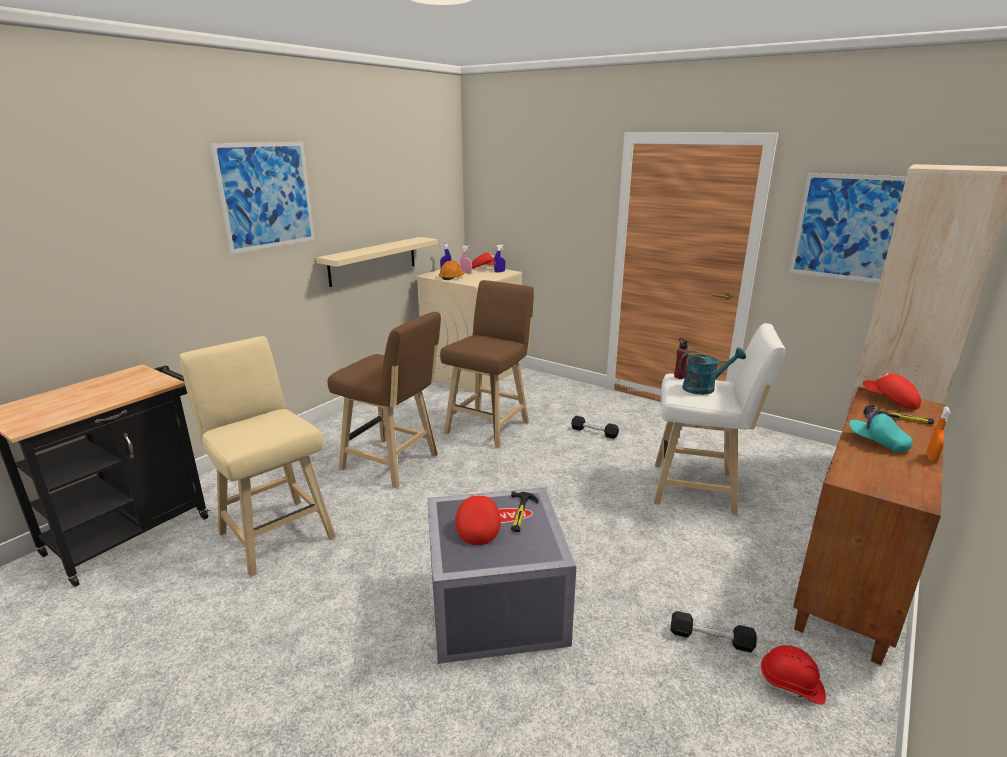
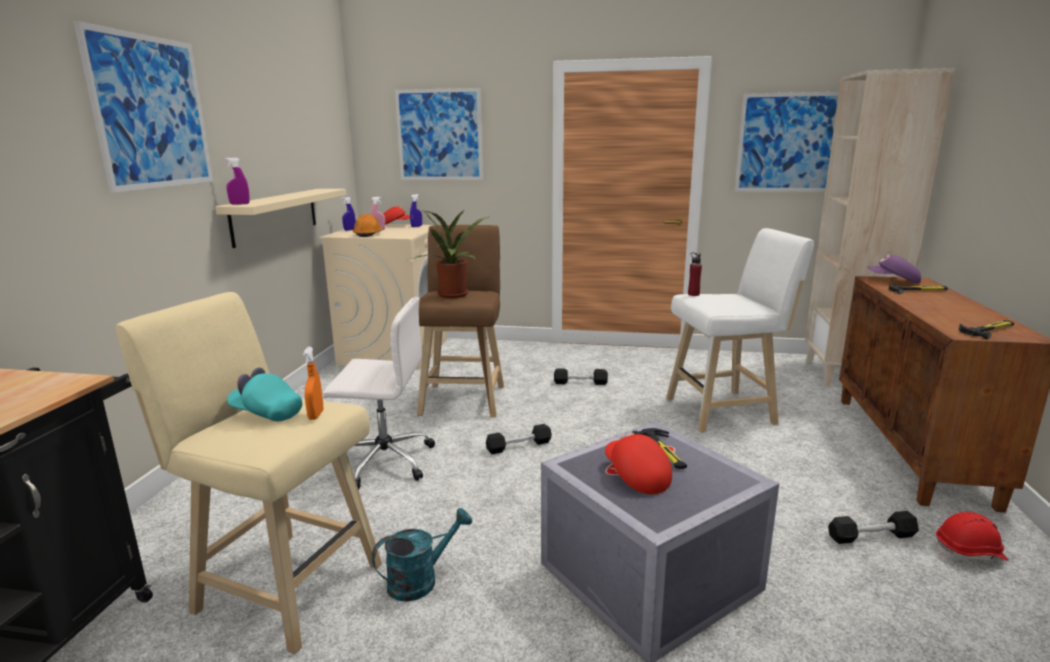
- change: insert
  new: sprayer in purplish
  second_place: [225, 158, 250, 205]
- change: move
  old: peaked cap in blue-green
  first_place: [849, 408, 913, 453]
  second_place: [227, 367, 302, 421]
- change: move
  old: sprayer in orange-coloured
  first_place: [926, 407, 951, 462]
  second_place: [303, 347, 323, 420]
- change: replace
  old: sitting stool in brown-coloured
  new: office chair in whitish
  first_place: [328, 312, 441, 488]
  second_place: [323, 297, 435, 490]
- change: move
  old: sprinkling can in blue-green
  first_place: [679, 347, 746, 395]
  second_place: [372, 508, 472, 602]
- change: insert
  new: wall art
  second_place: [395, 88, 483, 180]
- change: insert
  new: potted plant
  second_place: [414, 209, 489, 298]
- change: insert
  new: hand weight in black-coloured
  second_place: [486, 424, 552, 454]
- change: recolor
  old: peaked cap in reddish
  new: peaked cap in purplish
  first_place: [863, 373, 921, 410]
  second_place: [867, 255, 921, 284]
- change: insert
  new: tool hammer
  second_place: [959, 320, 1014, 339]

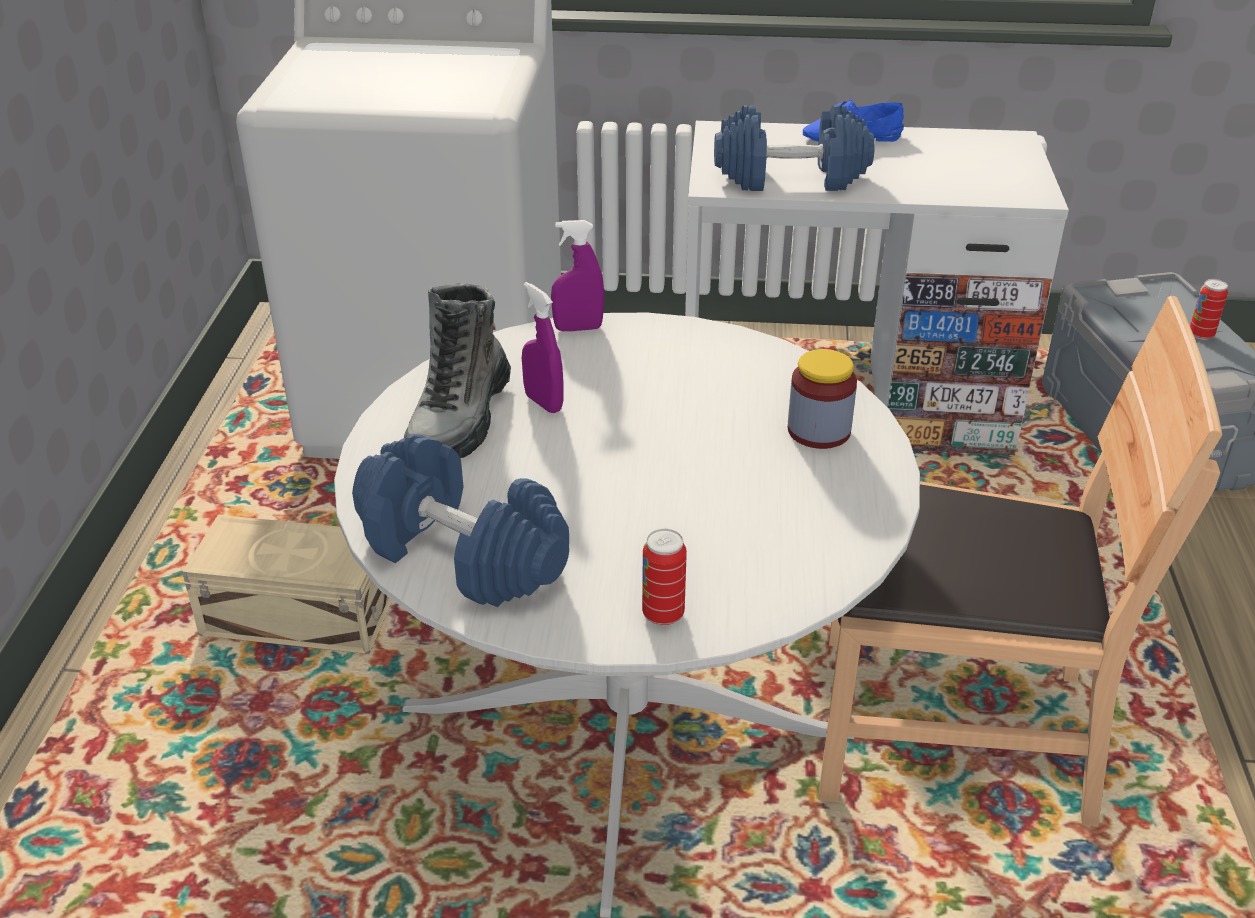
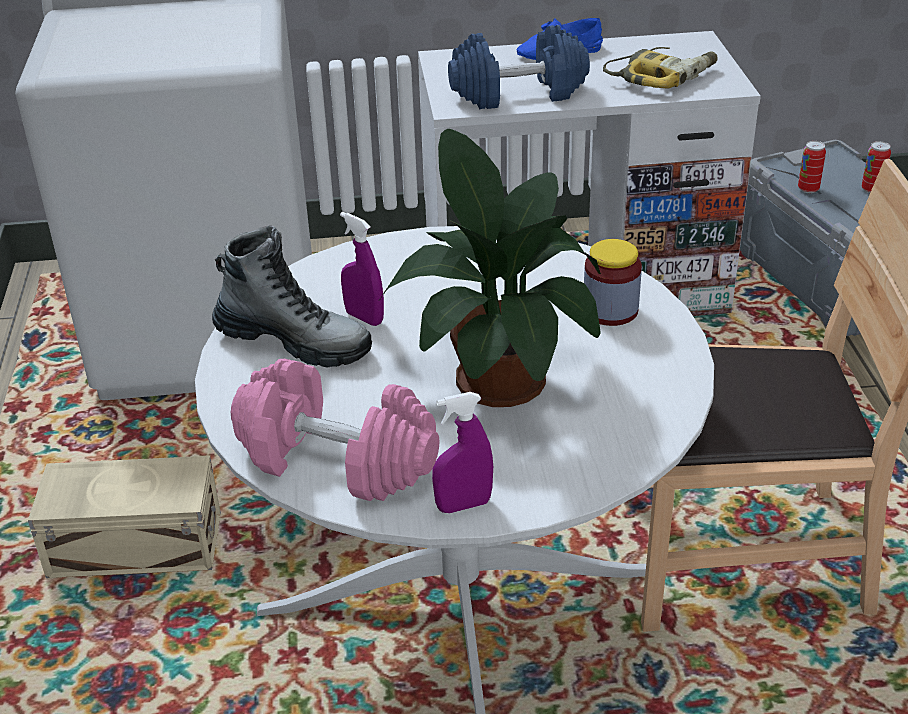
- change: rotate
  old: high-top boot
  first_place: [404, 283, 511, 458]
  second_place: [212, 225, 372, 368]
  degrees: -75
- change: recolor
  old: hand weight in blue
  new: hand weight in pink-coloured
  first_place: [352, 434, 569, 607]
  second_place: [231, 359, 440, 501]
- change: insert
  new: potted plant
  second_place: [380, 129, 601, 407]
- change: move
  old: sprayer in purplish
  first_place: [551, 220, 604, 332]
  second_place: [432, 392, 493, 513]
- change: insert
  new: drill
  second_place: [603, 47, 718, 88]
- change: move
  old: metal can
  first_place: [642, 529, 687, 625]
  second_place: [798, 141, 826, 193]

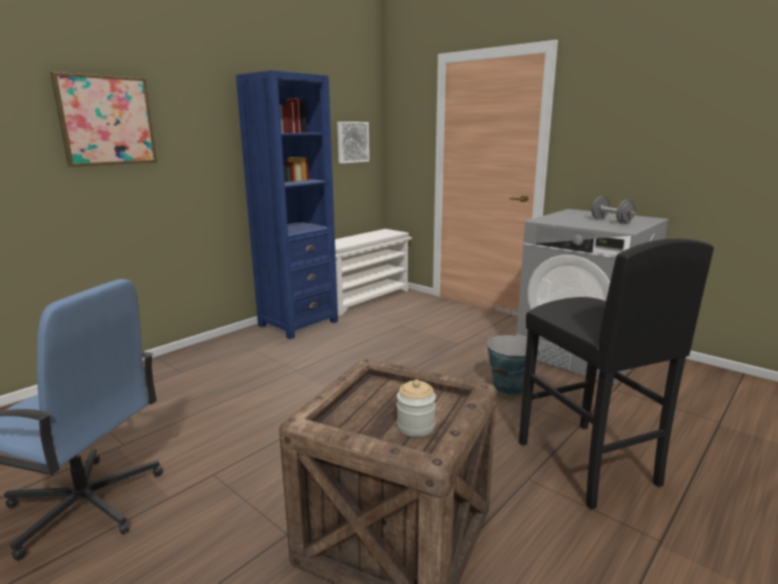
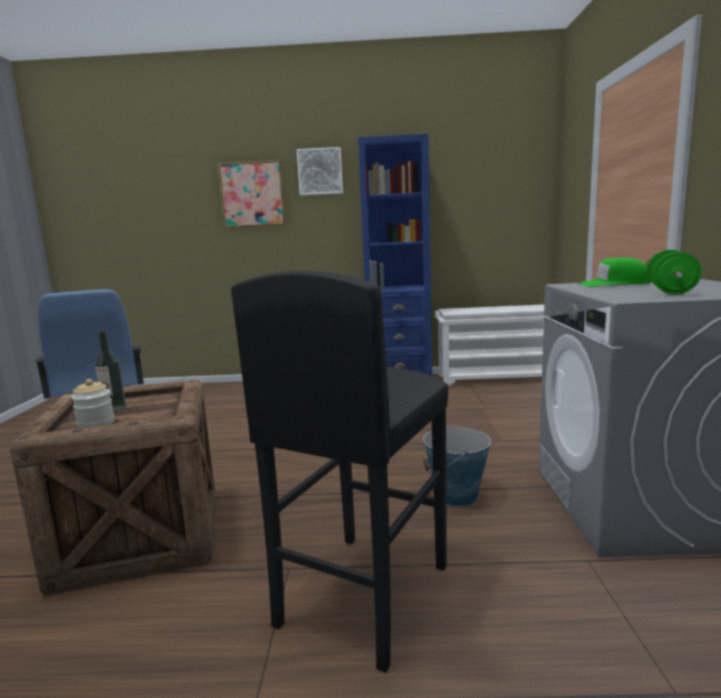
- change: insert
  new: bottle
  second_place: [95, 331, 126, 412]
- change: move
  old: wall art
  first_place: [337, 122, 369, 163]
  second_place: [297, 147, 343, 195]
- change: insert
  new: peaked cap in green-coloured
  second_place: [579, 257, 650, 287]
- change: recolor
  old: hand weight in grey
  new: hand weight in green-coloured
  first_place: [592, 196, 636, 224]
  second_place: [646, 250, 702, 294]

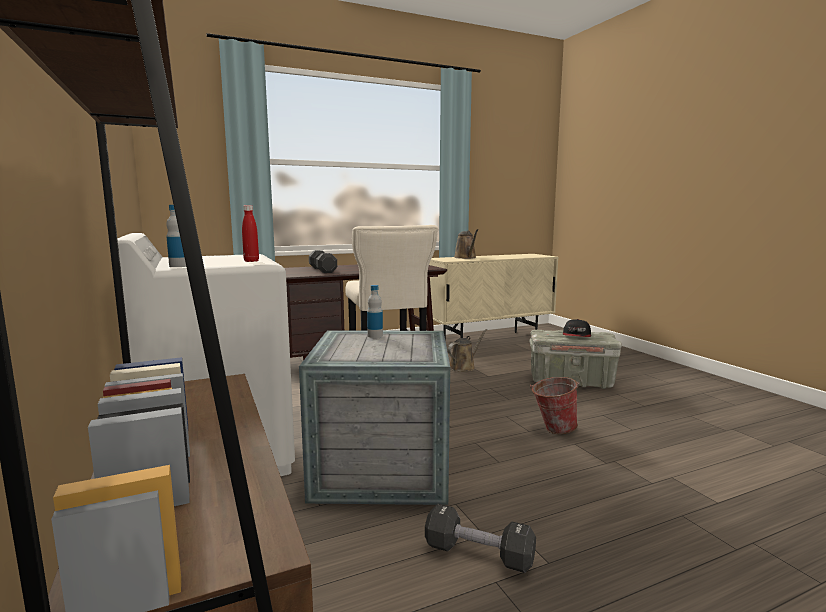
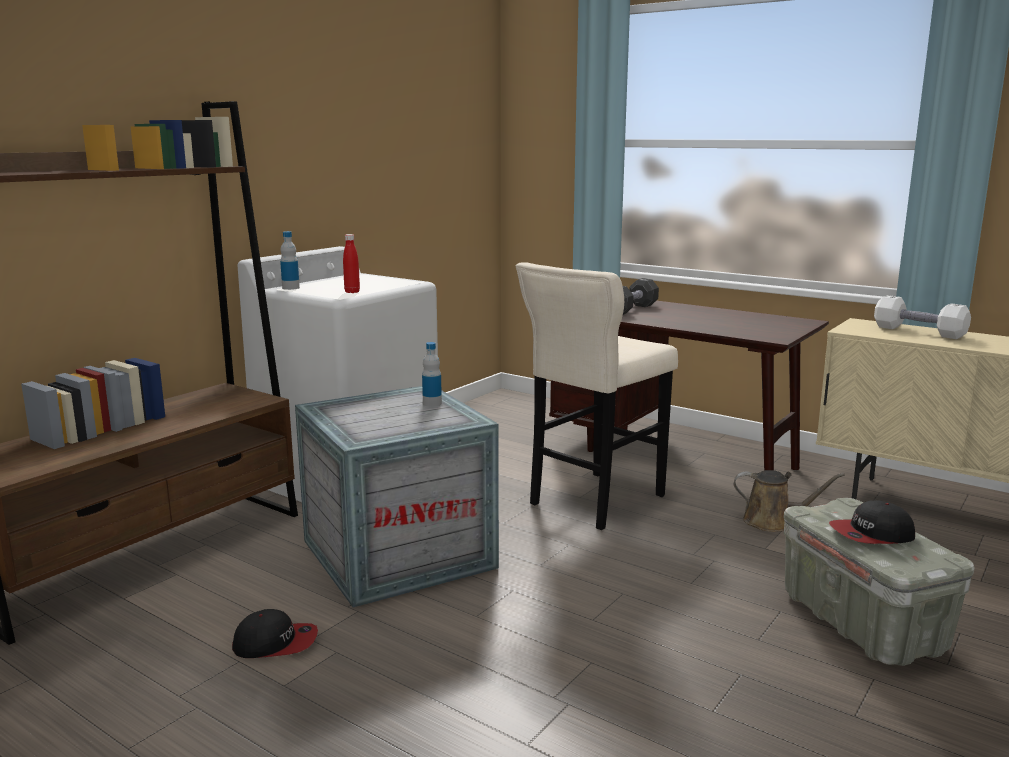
- change: replace
  old: hand weight in black-coloured
  new: peaked cap
  first_place: [425, 504, 536, 573]
  second_place: [232, 609, 318, 658]
- change: replace
  old: sprinkling can in brown-coloured
  new: hand weight in whitish
  first_place: [454, 229, 478, 259]
  second_place: [874, 295, 971, 339]
- change: delete
  old: water bucket
  first_place: [530, 377, 580, 434]

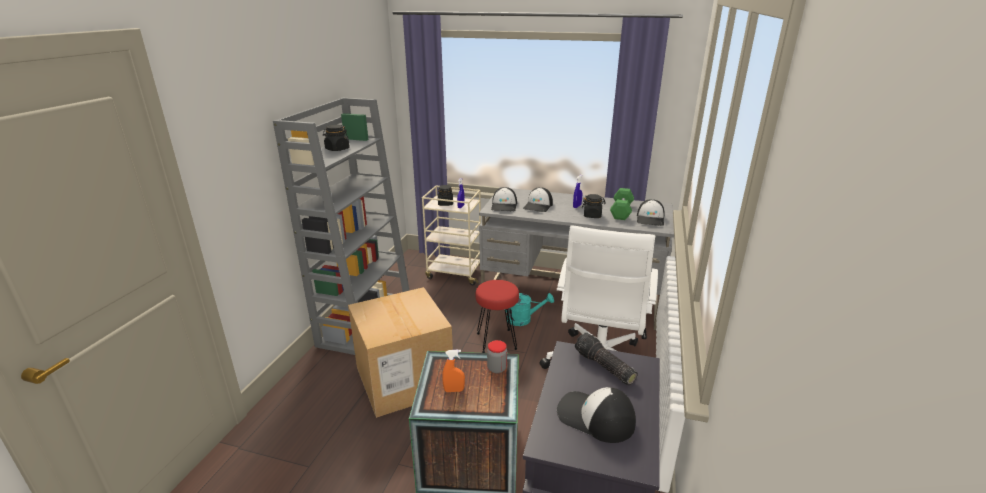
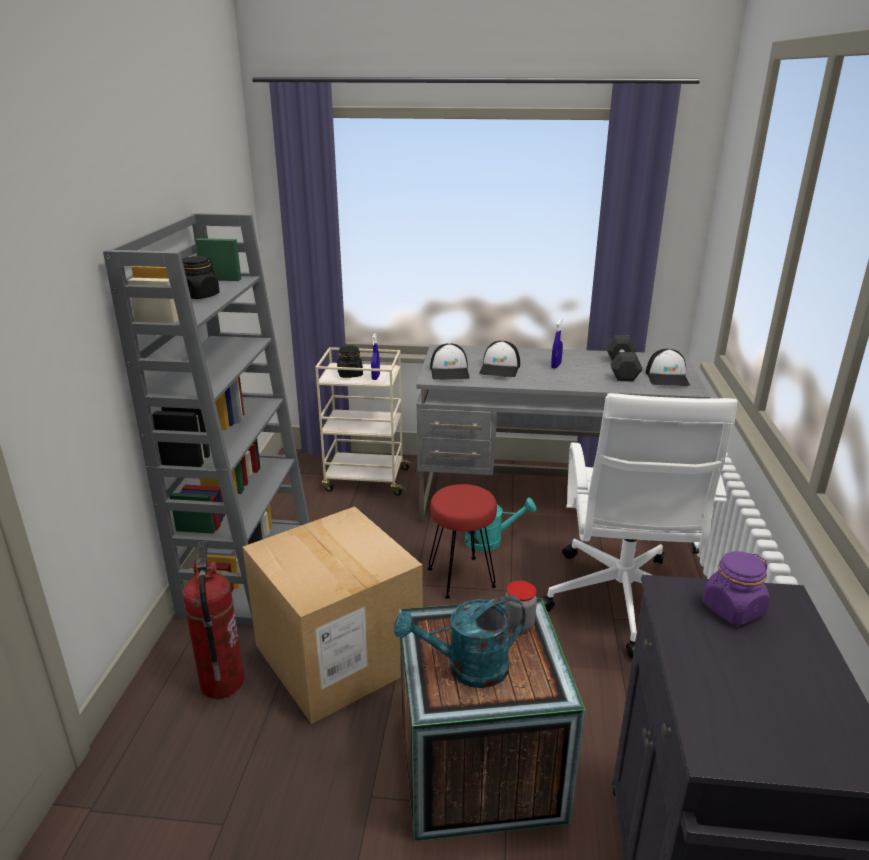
- change: insert
  new: extinguisher
  second_place: [183, 541, 245, 699]
- change: replace
  old: sprayer in orange-coloured
  new: sprinkling can in blue-green
  first_place: [442, 350, 465, 392]
  second_place: [394, 596, 526, 688]
- change: recolor
  old: hand weight in green-coloured
  new: hand weight in grey
  first_place: [610, 188, 634, 220]
  second_place: [606, 335, 643, 381]
- change: replace
  old: flashlight
  new: jar in purplish
  first_place: [575, 332, 638, 385]
  second_place: [703, 551, 770, 626]
- change: delete
  old: peaked cap
  first_place: [557, 387, 636, 443]
- change: delete
  old: jar in black-coloured
  first_place: [582, 194, 606, 218]

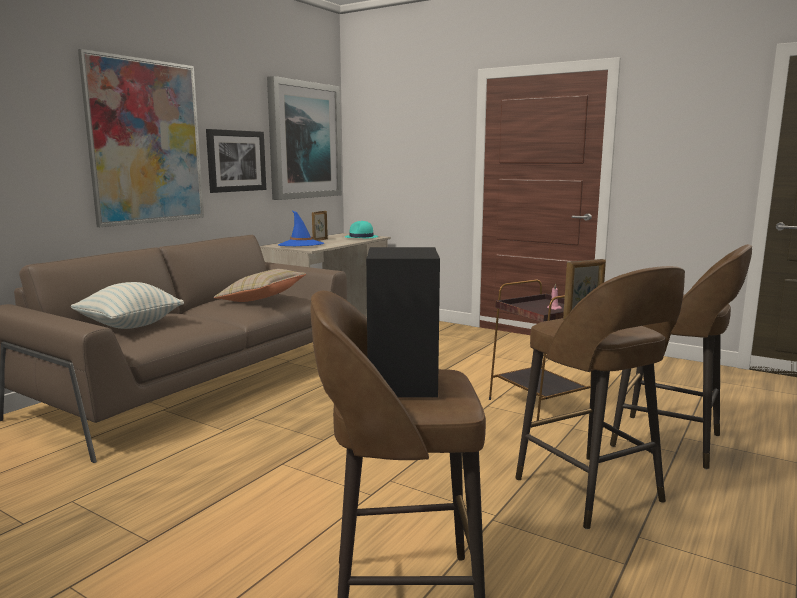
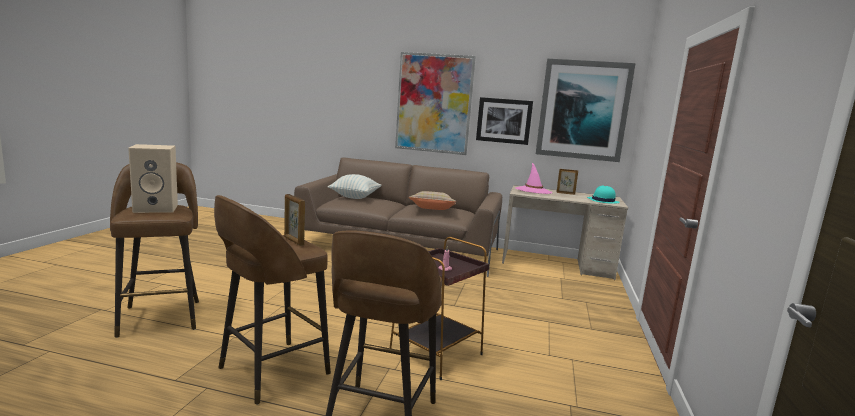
- change: recolor
  old: loudspeaker in black-coloured
  new: loudspeaker in beige-coloured
  first_place: [366, 247, 440, 398]
  second_place: [128, 144, 178, 213]
- change: recolor
  old: clothing hat in blue
  new: clothing hat in pink-coloured
  first_place: [278, 210, 324, 246]
  second_place: [515, 163, 552, 194]

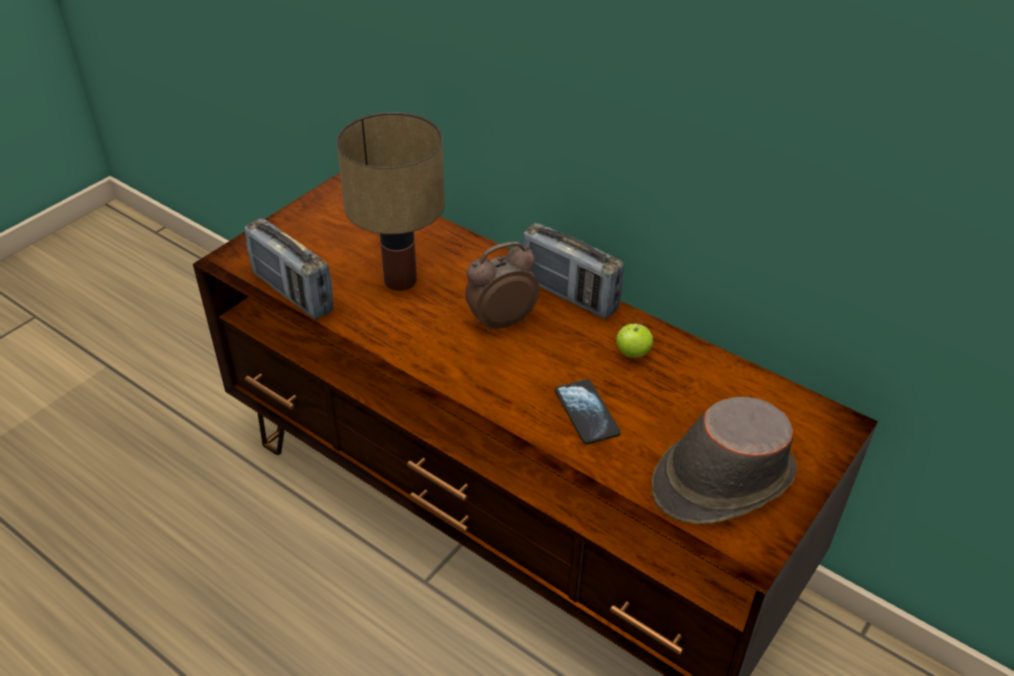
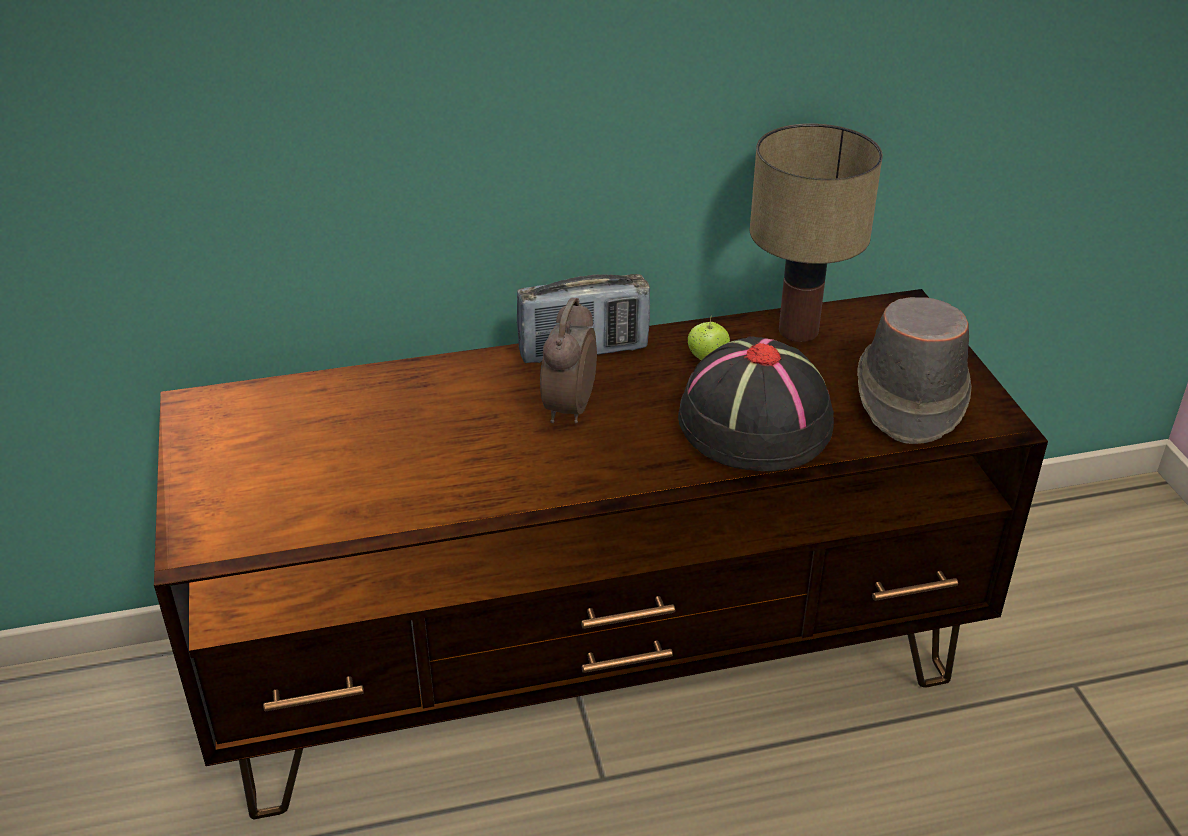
- change: replace
  old: telephone
  new: clothing hat in black-coloured
  first_place: [555, 379, 621, 444]
  second_place: [678, 336, 834, 471]
- change: move
  old: lamp for a table
  first_place: [336, 112, 445, 291]
  second_place: [750, 123, 883, 342]
- change: delete
  old: radio set
  first_place: [244, 218, 333, 319]

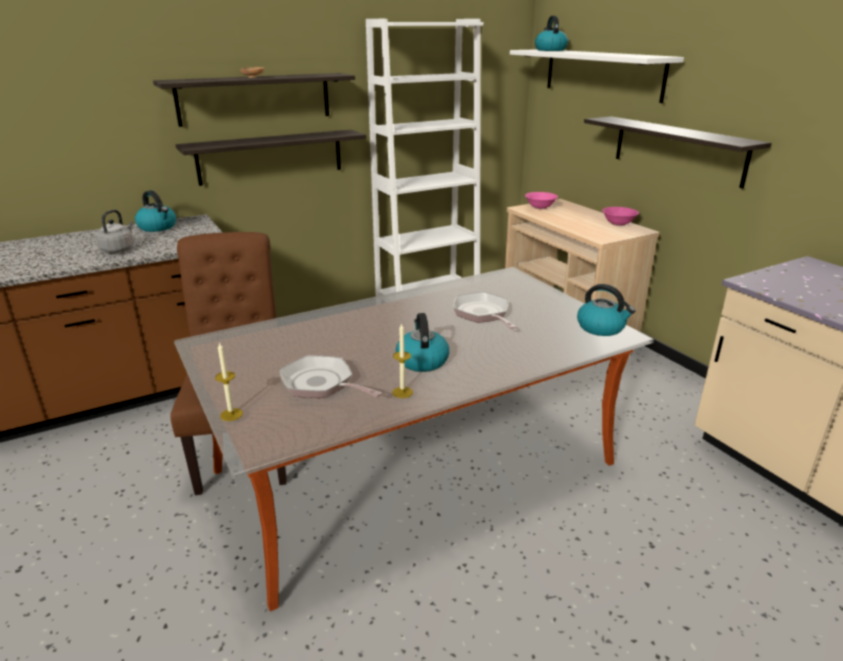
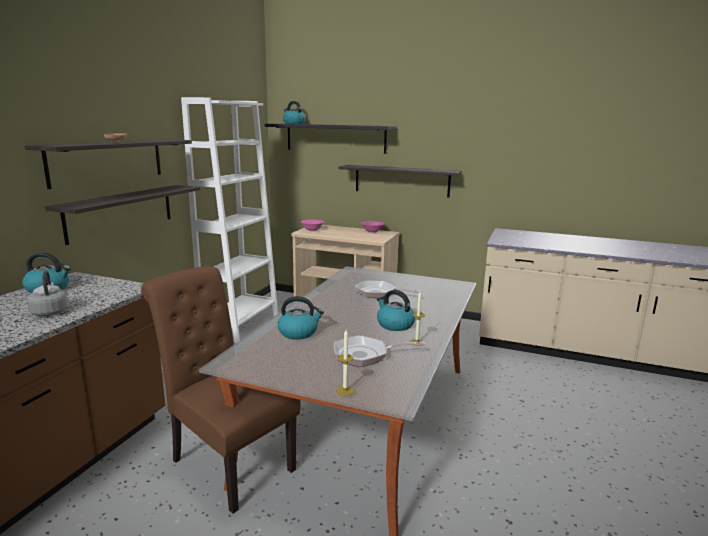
- change: recolor
  old: shelf in whitish
  new: shelf in black-coloured
  first_place: [510, 49, 684, 103]
  second_place: [265, 124, 397, 154]
- change: move
  old: water kettle
  first_place: [577, 284, 636, 336]
  second_place: [278, 296, 324, 339]

